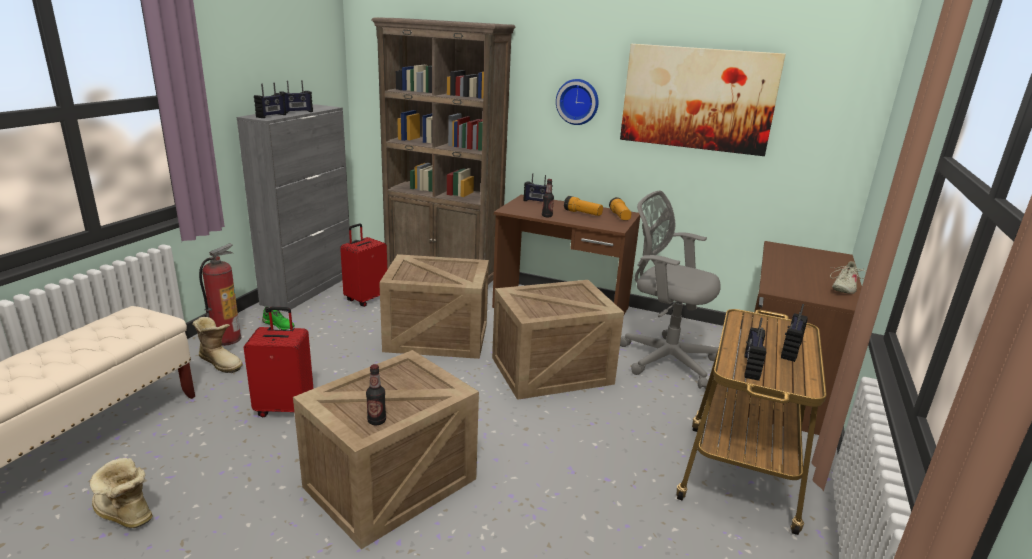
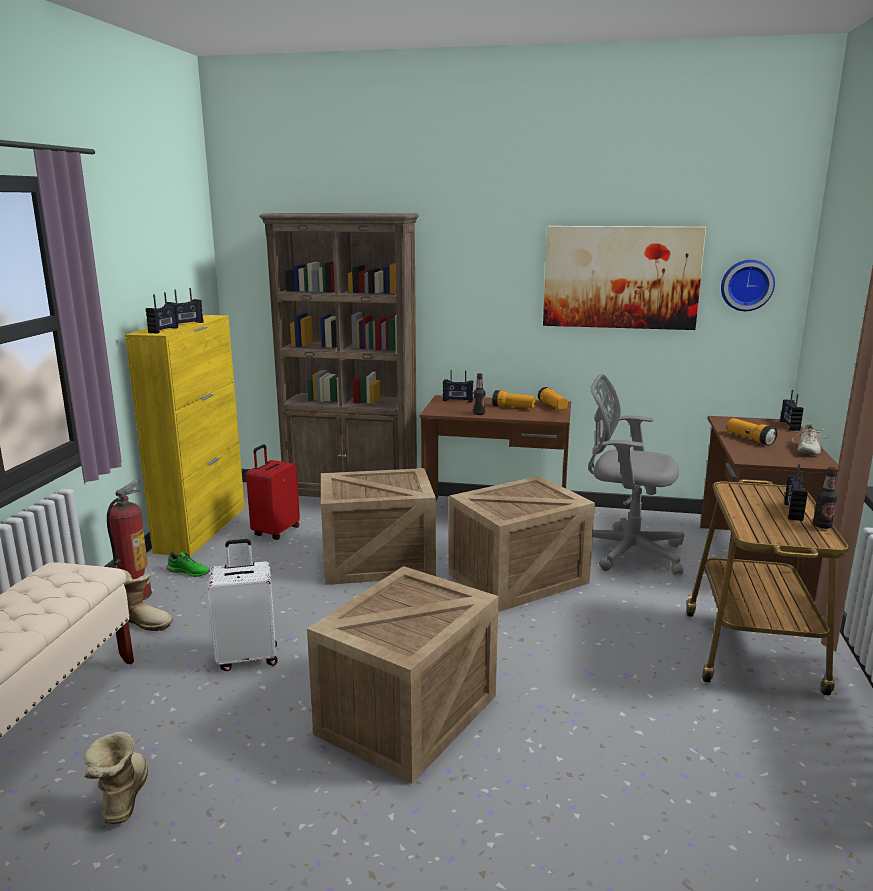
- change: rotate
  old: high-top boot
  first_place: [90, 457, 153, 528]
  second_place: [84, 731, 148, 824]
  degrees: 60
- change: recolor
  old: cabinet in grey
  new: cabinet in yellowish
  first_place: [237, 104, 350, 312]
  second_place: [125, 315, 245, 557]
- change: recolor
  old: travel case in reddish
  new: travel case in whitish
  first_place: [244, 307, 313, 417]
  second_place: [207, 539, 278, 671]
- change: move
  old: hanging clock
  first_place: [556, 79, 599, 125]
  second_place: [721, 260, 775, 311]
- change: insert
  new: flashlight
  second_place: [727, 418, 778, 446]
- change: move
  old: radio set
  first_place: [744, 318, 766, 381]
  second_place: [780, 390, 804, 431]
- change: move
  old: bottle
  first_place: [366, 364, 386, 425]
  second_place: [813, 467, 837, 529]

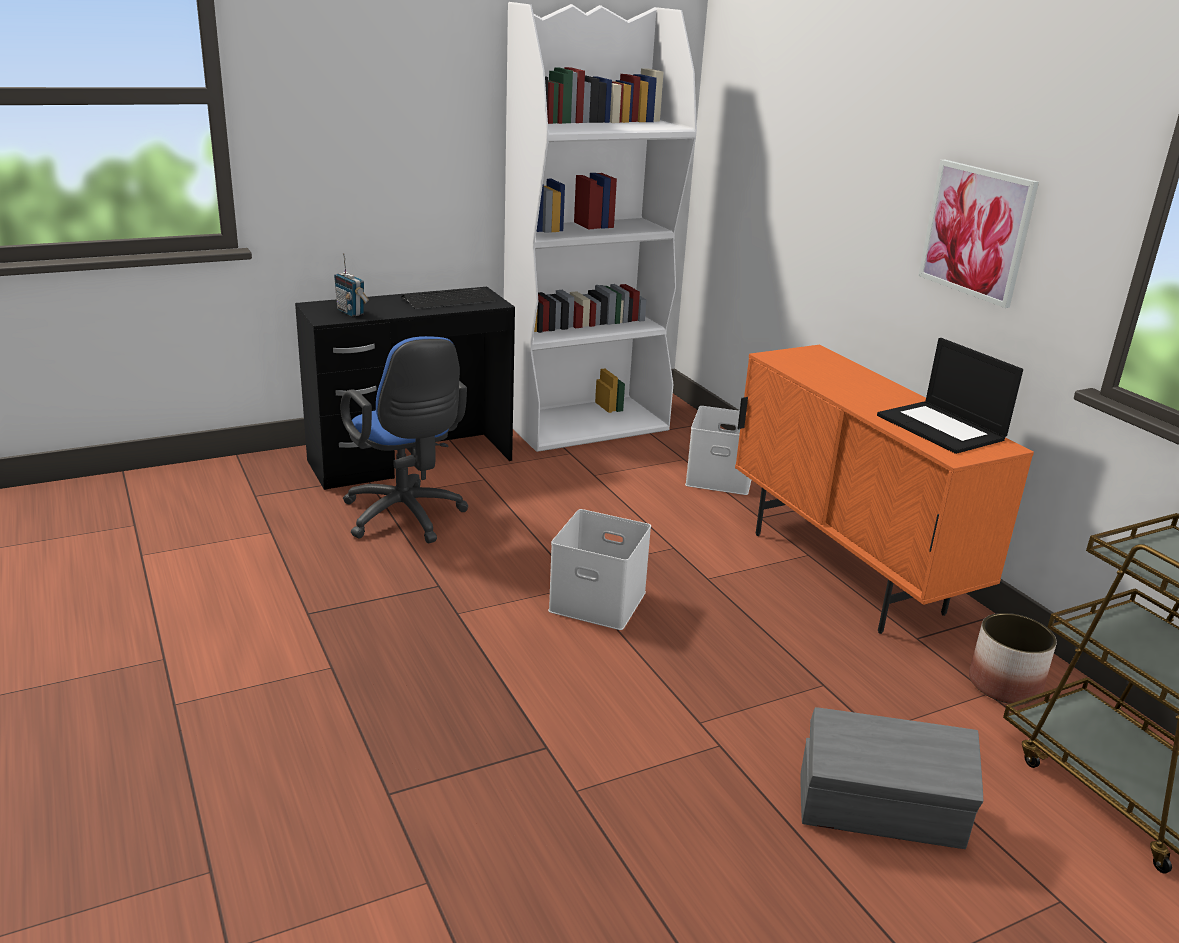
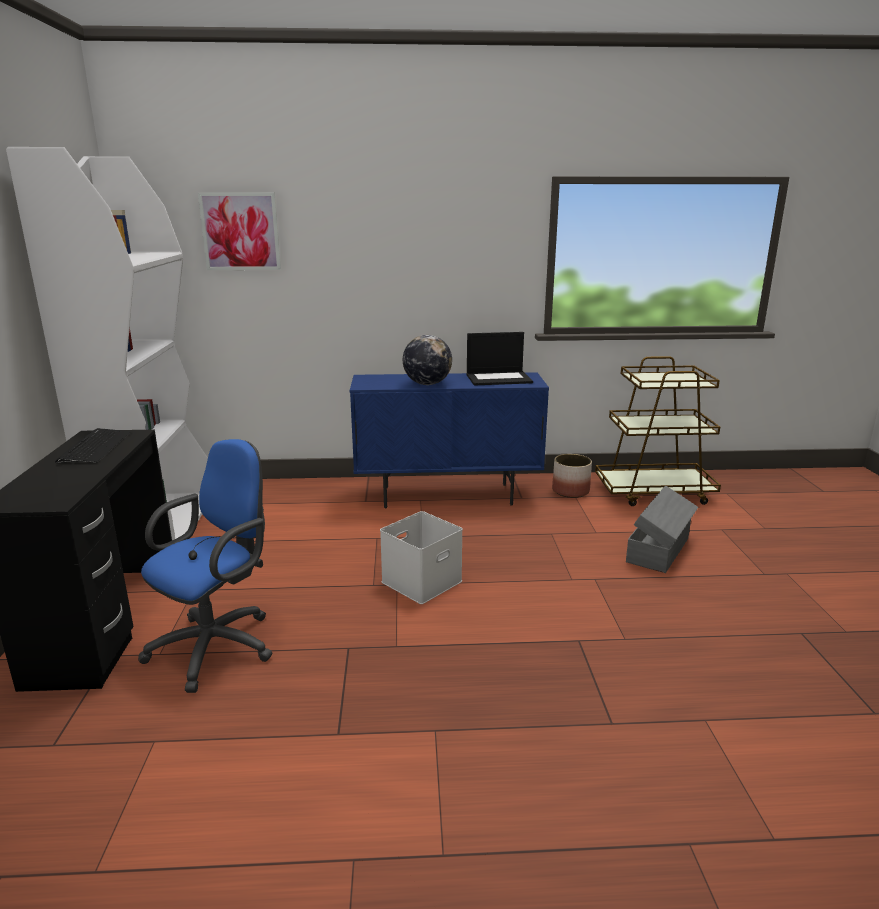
- change: rotate
  old: office chair in blue
  first_place: [341, 336, 469, 543]
  second_place: [138, 439, 272, 693]
  degrees: -45
- change: move
  old: wall art
  first_place: [918, 160, 1039, 308]
  second_place: [198, 193, 281, 270]
- change: recolor
  old: cabinet in orange-coloured
  new: cabinet in blue
  first_place: [735, 345, 1034, 634]
  second_place: [350, 372, 549, 508]
- change: insert
  new: globe
  second_place: [403, 335, 452, 385]
- change: delete
  old: radio set
  first_place: [334, 254, 369, 316]
- change: delete
  old: storage box in whitish
  first_place: [685, 406, 751, 495]

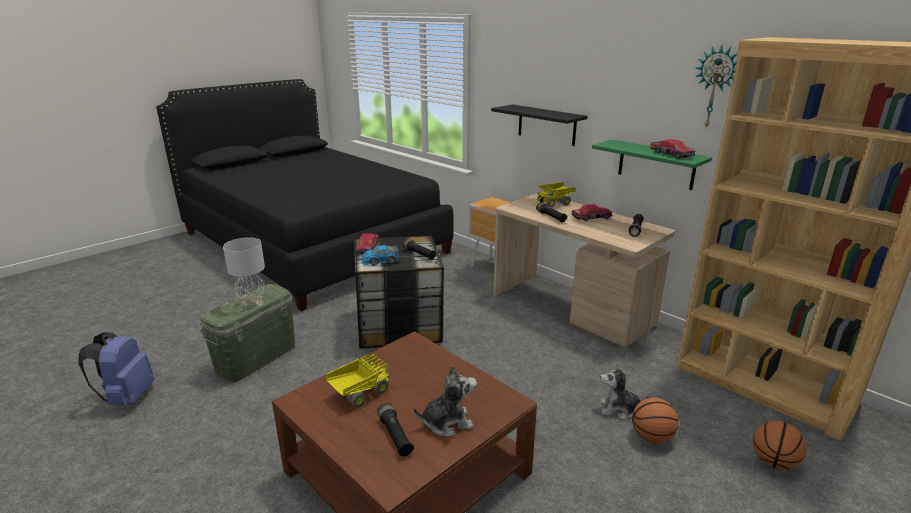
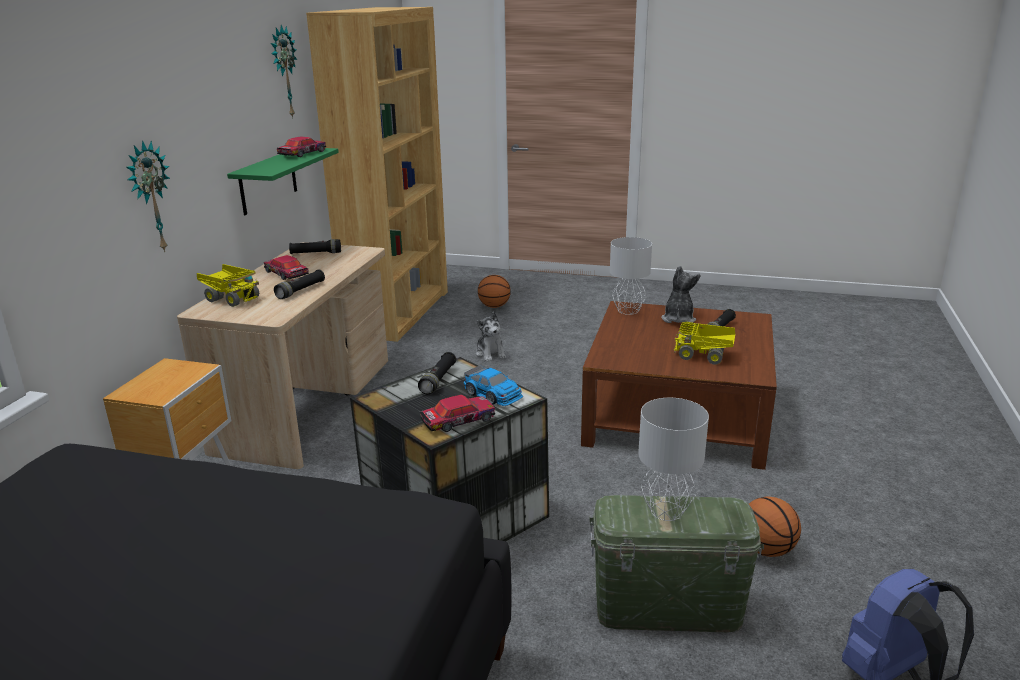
- change: replace
  old: shelf in black-coloured
  new: hanging clock
  first_place: [491, 105, 588, 146]
  second_place: [126, 140, 170, 252]
- change: insert
  new: lamp for a table in grey
  second_place: [610, 237, 652, 315]
- change: rotate
  old: plush toy
  first_place: [413, 365, 477, 436]
  second_place: [661, 266, 701, 323]
  degrees: 60
- change: move
  old: ball for basketball
  first_place: [632, 397, 679, 443]
  second_place: [749, 497, 801, 557]

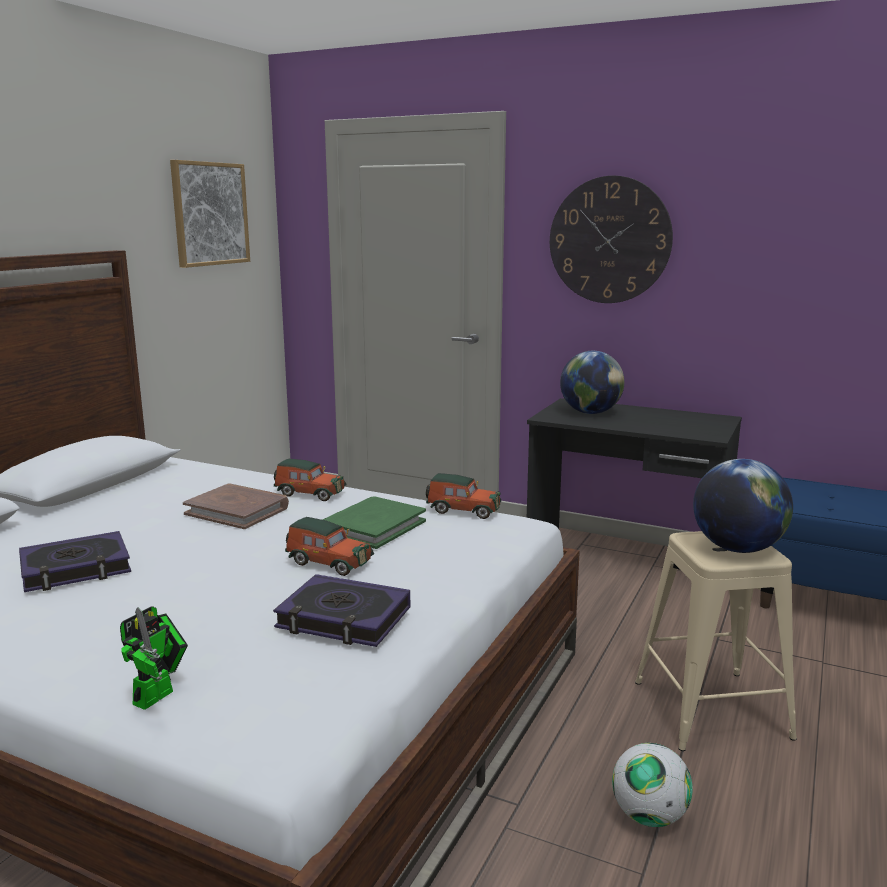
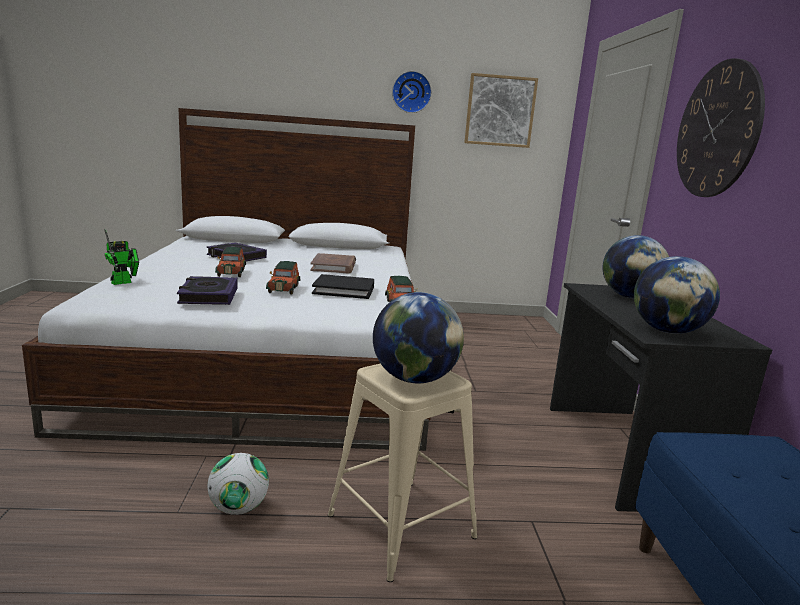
- change: rotate
  old: model robot
  first_place: [120, 606, 188, 710]
  second_place: [104, 229, 139, 285]
  degrees: -45
- change: move
  old: model car
  first_place: [274, 459, 347, 501]
  second_place: [215, 247, 246, 277]
- change: recolor
  old: bound book in green-coloured
  new: bound book in black-coloured
  first_place: [322, 497, 426, 549]
  second_place: [312, 274, 374, 299]
- change: insert
  new: hanging clock
  second_place: [392, 71, 432, 113]
- change: insert
  new: globe
  second_place: [634, 256, 720, 334]

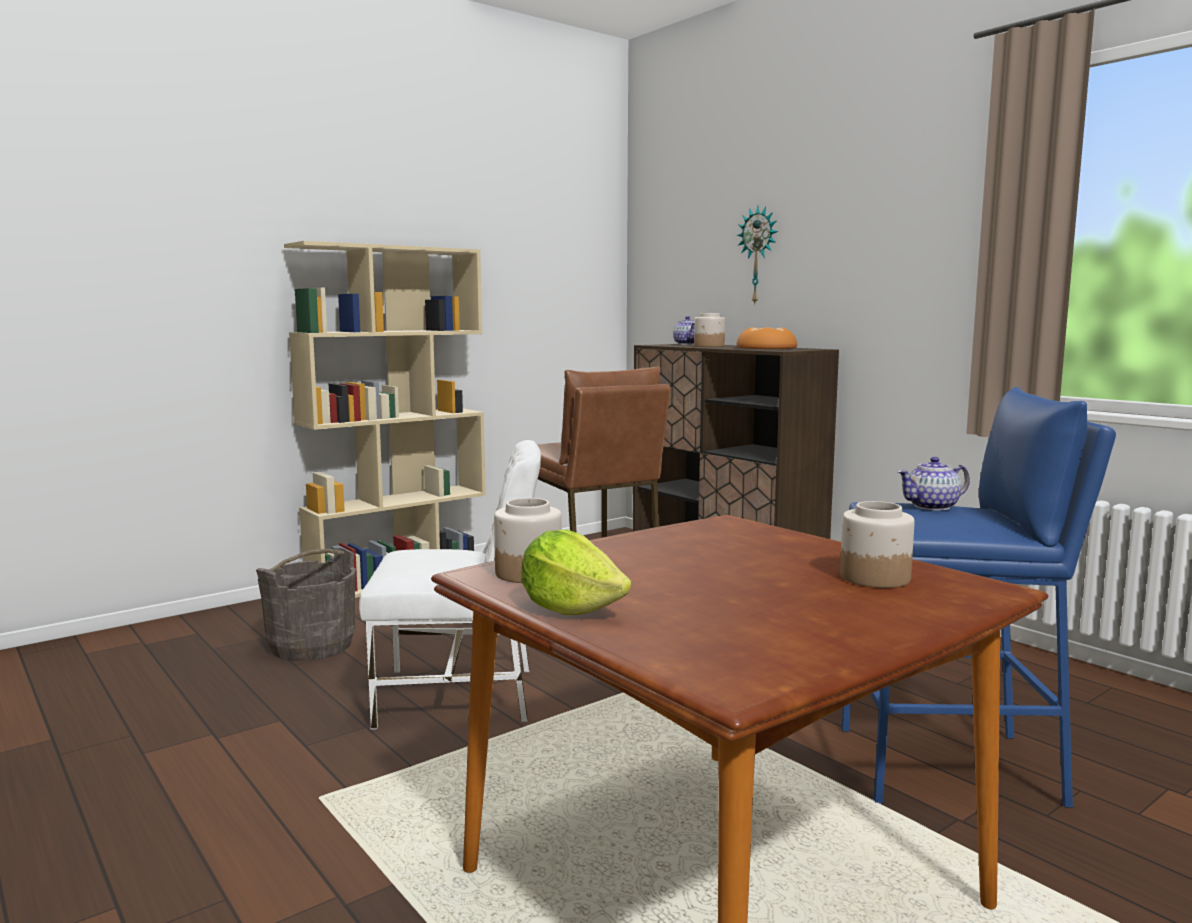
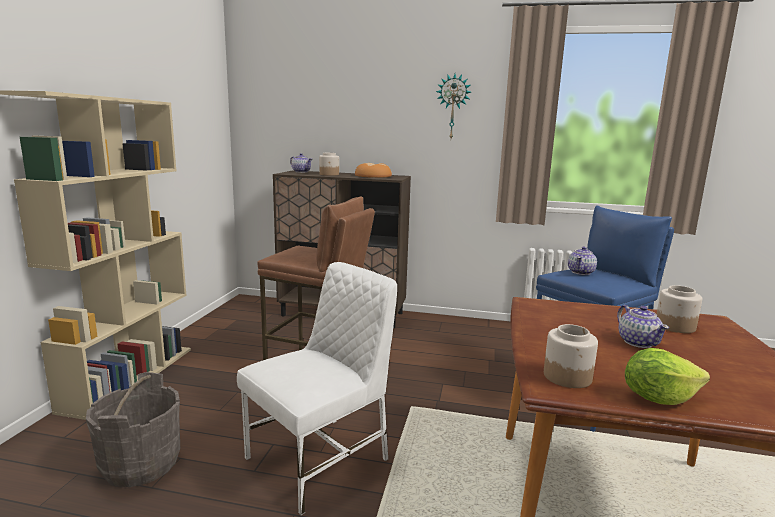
- change: move
  old: hanging clock
  first_place: [737, 206, 778, 306]
  second_place: [436, 74, 471, 138]
- change: insert
  new: tea pot
  second_place: [617, 305, 669, 348]

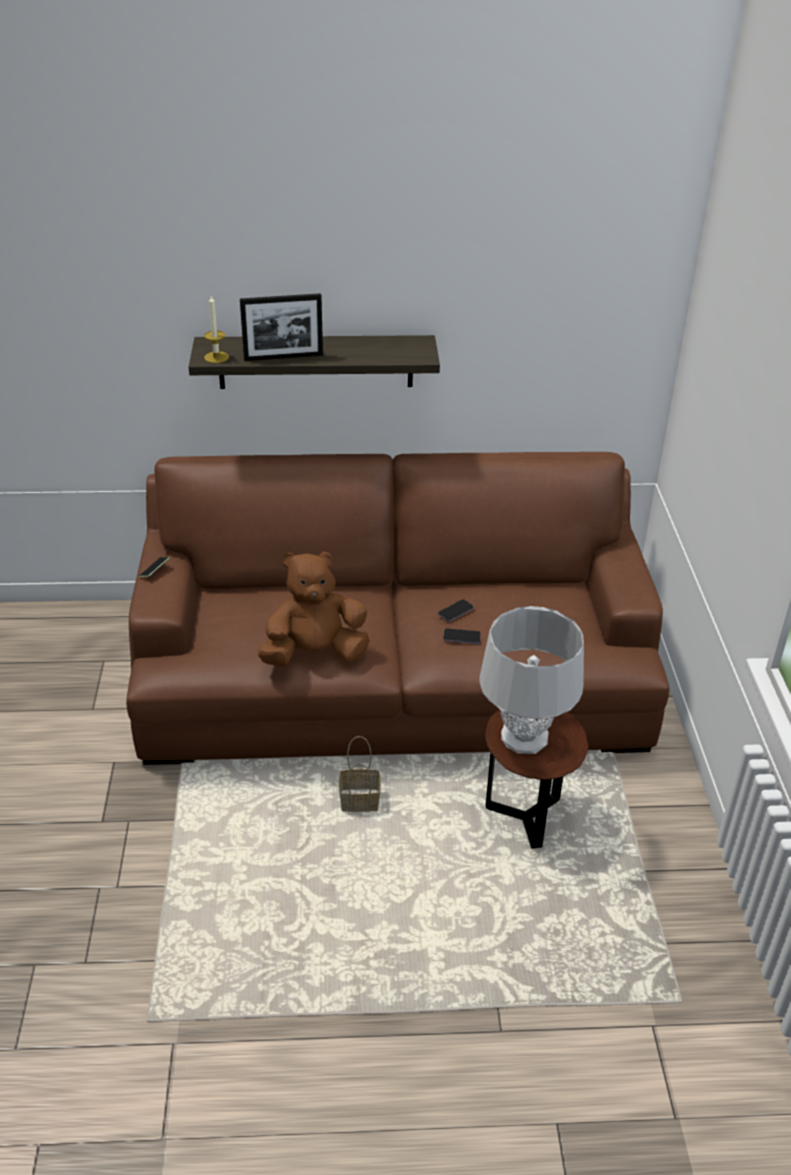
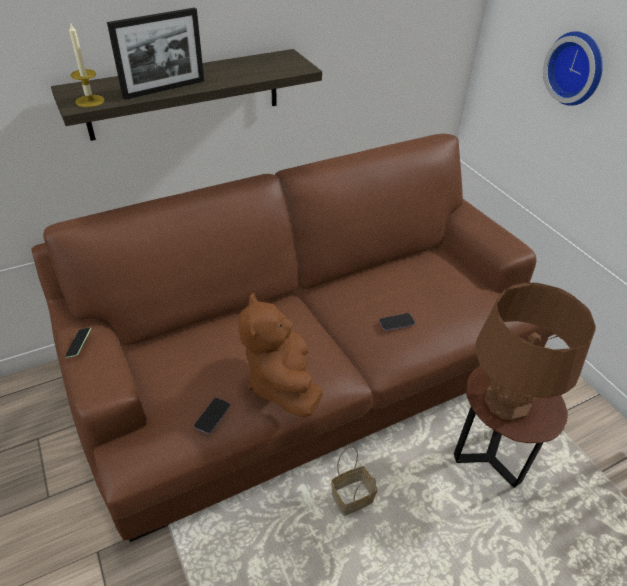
- change: move
  old: telephone
  first_place: [438, 599, 474, 622]
  second_place: [194, 398, 230, 434]
- change: rotate
  old: plush toy in brown-coloured
  first_place: [257, 551, 370, 667]
  second_place: [239, 293, 323, 418]
  degrees: -60
- change: recolor
  old: lamp for a table in grey
  new: lamp for a table in brown-coloured
  first_place: [480, 606, 584, 754]
  second_place: [475, 283, 596, 421]
- change: insert
  new: hanging clock
  second_place: [543, 31, 603, 106]

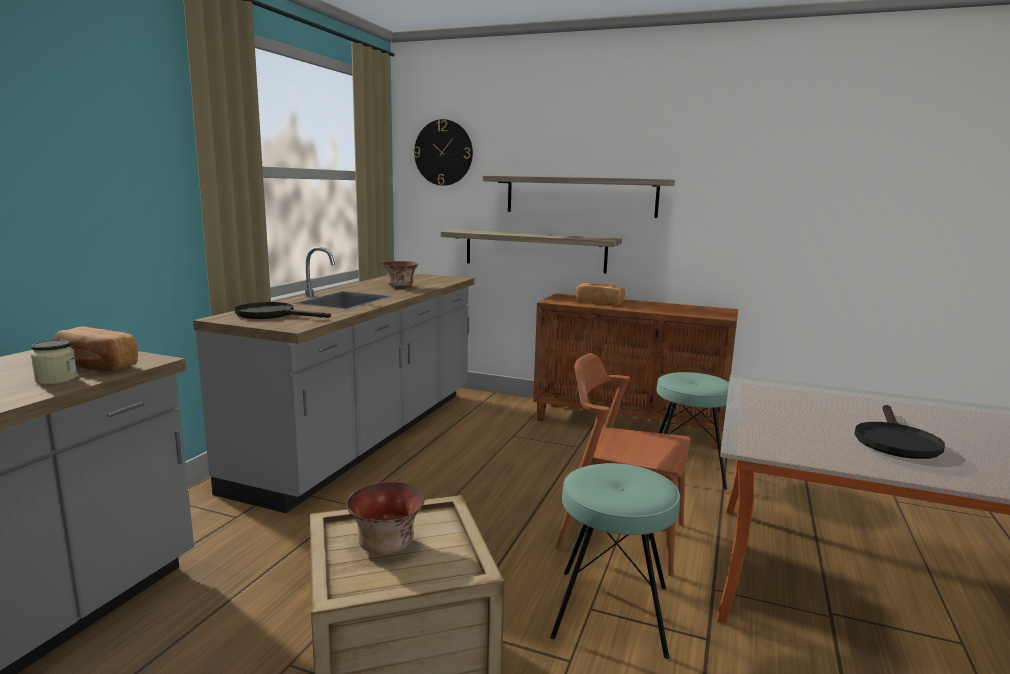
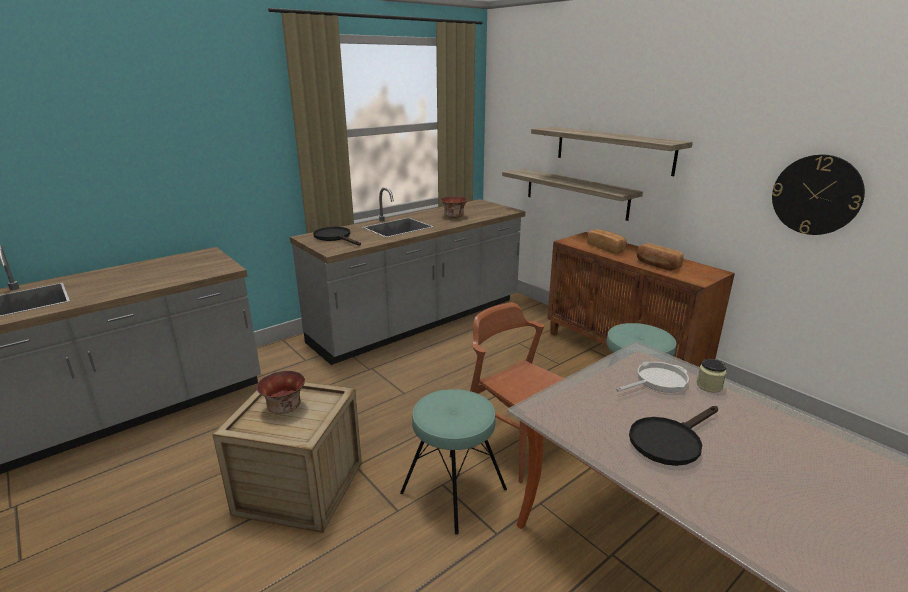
- change: insert
  new: frying pan
  second_place: [616, 362, 689, 393]
- change: move
  old: baked bread
  first_place: [53, 326, 138, 371]
  second_place: [637, 243, 684, 271]
- change: move
  old: jar
  first_place: [31, 340, 77, 384]
  second_place: [697, 359, 727, 392]
- change: move
  old: hanging clock
  first_place: [414, 119, 473, 186]
  second_place: [772, 155, 865, 235]

